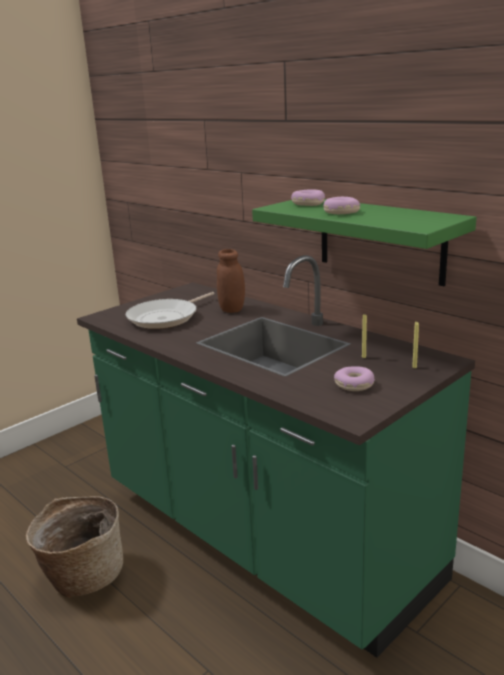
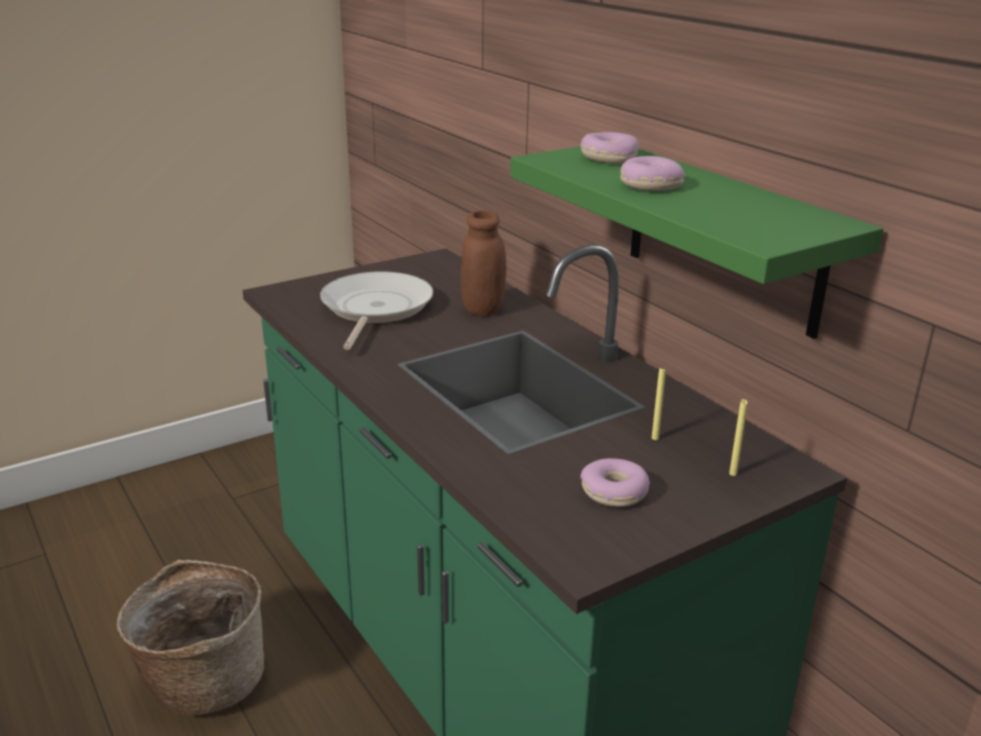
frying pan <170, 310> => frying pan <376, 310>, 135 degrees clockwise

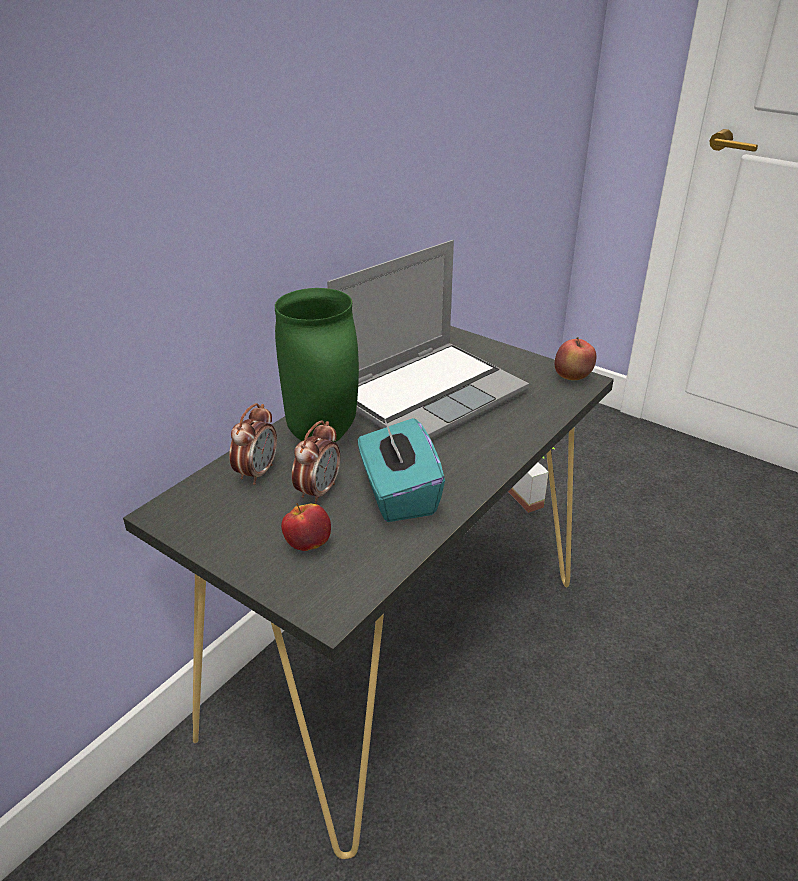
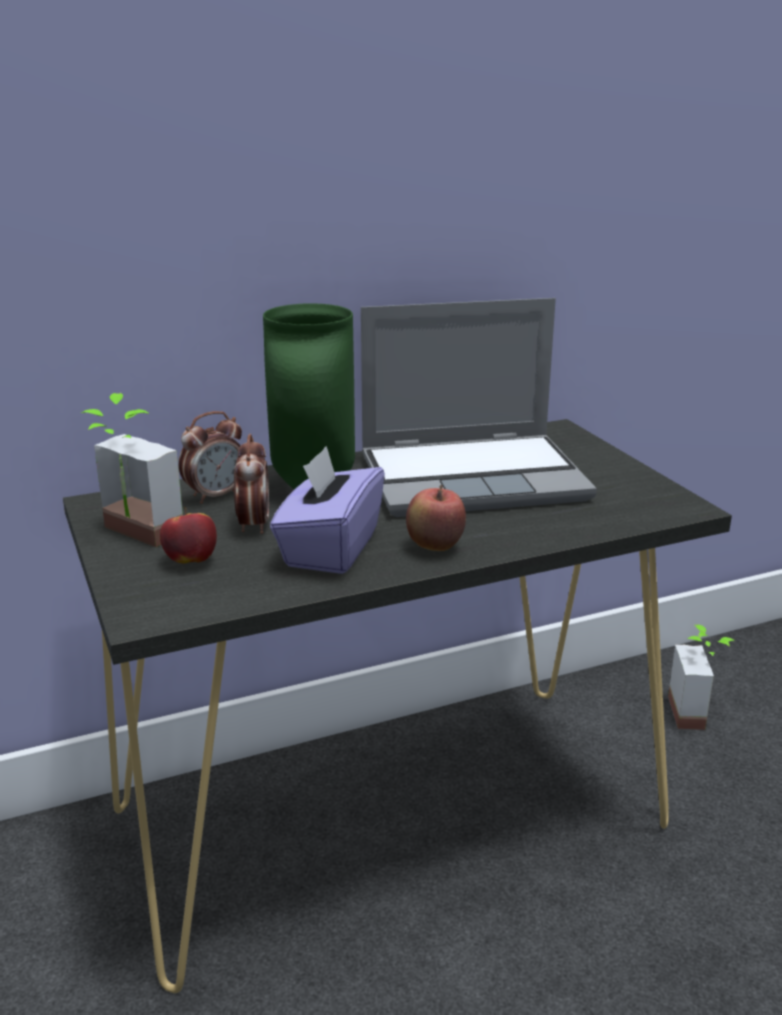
alarm clock <316, 462> => alarm clock <251, 484>, 60 degrees counterclockwise
turquoise tissue box <401, 469> => purple tissue box <327, 510>
apple <575, 358> => apple <436, 518>, relocated
nothing => potted plant <132, 470>

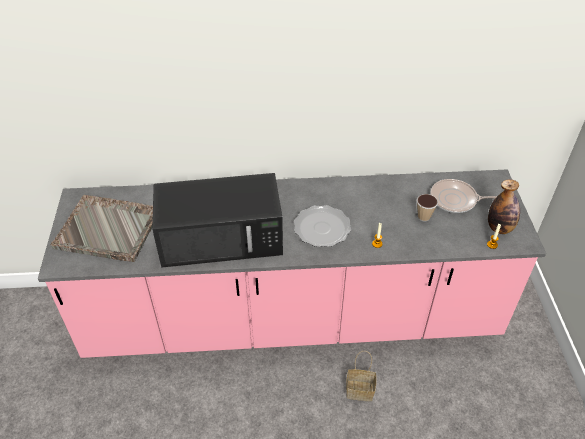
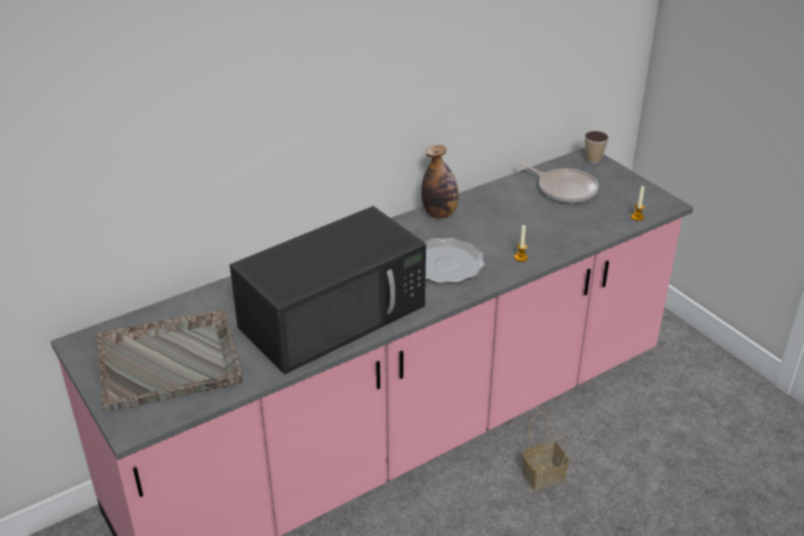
cup <427, 208> => cup <596, 147>, relocated
frying pan <463, 196> => frying pan <558, 182>, 120 degrees counterclockwise
bottle <504, 206> => bottle <440, 181>, relocated

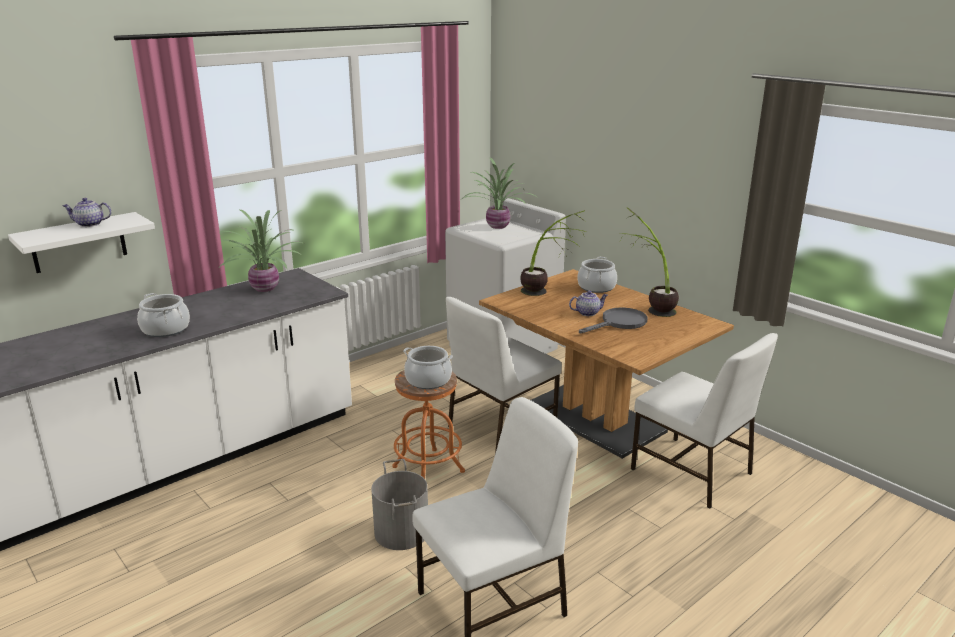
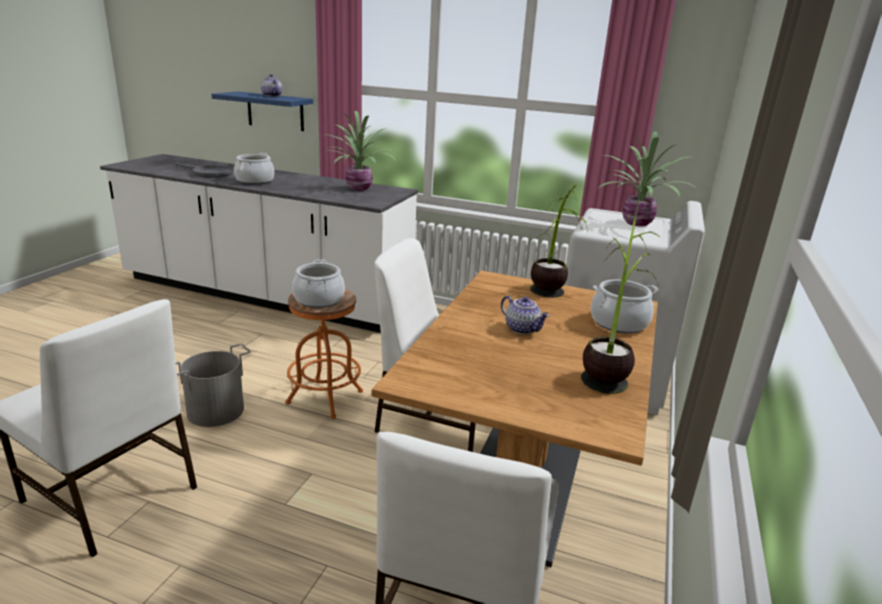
white shelf <81, 242> => blue shelf <262, 111>
grey frying pan <613, 320> => grey frying pan <204, 170>, relocated

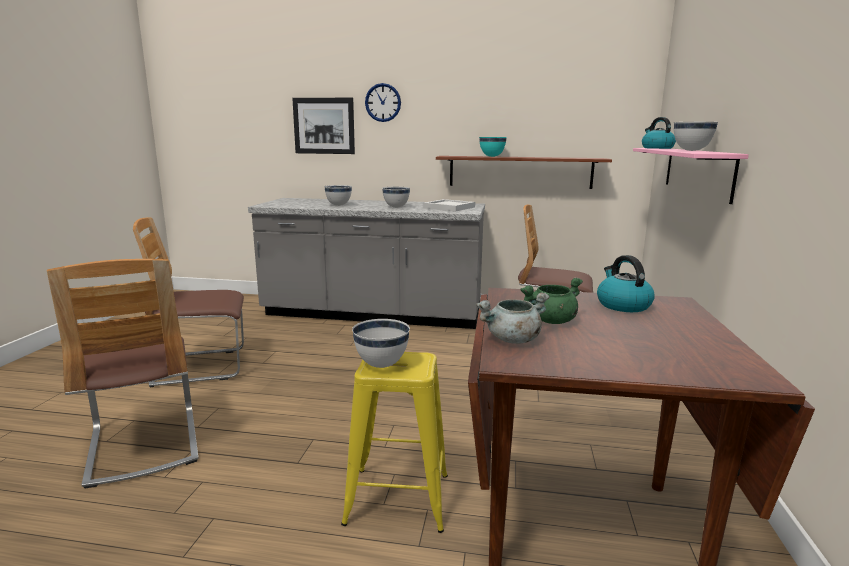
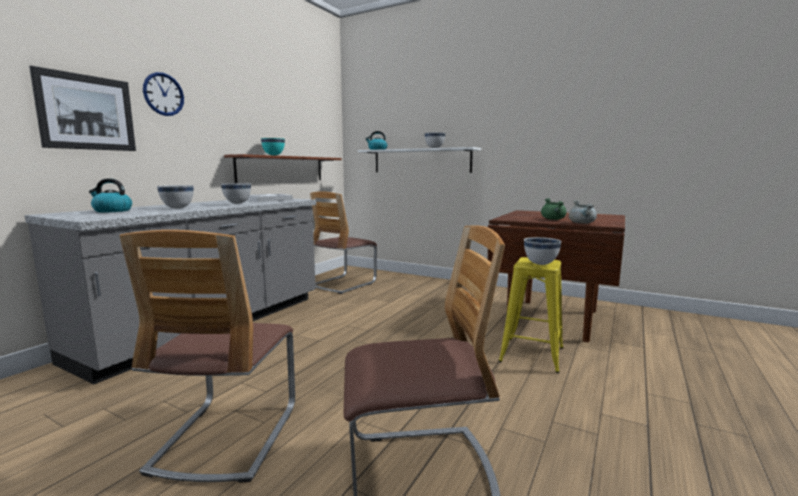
kettle <626, 283> => kettle <110, 195>, relocated
pink shelf <691, 176> => white shelf <419, 160>

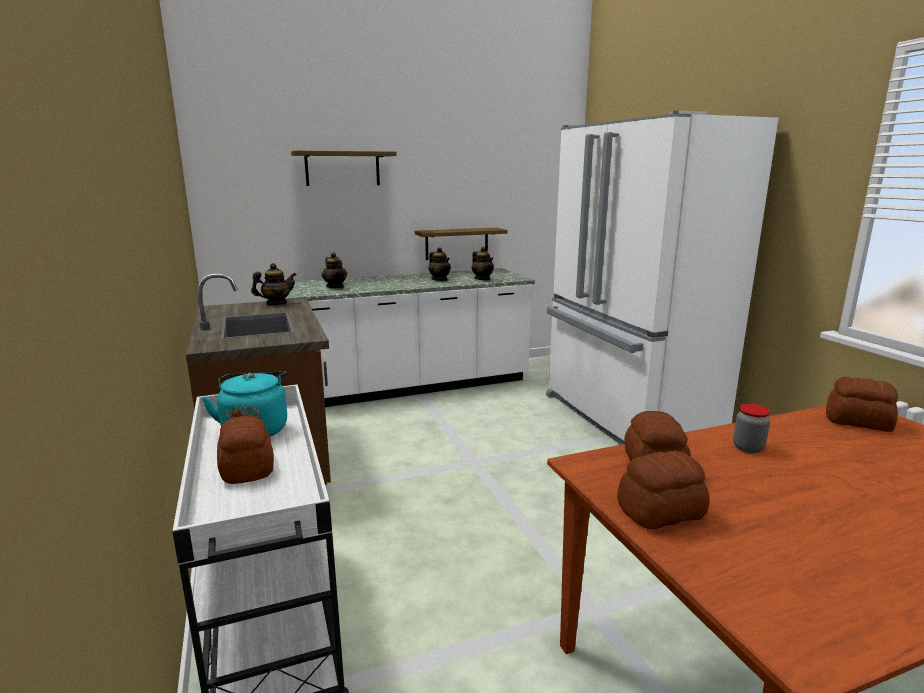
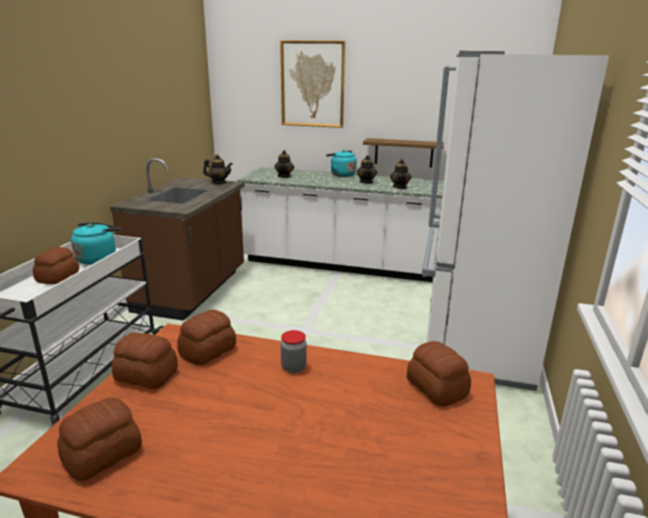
shelf <344, 168> => picture <312, 84>
nothing => bread <99, 439>
nothing => turquoise kettle <341, 163>

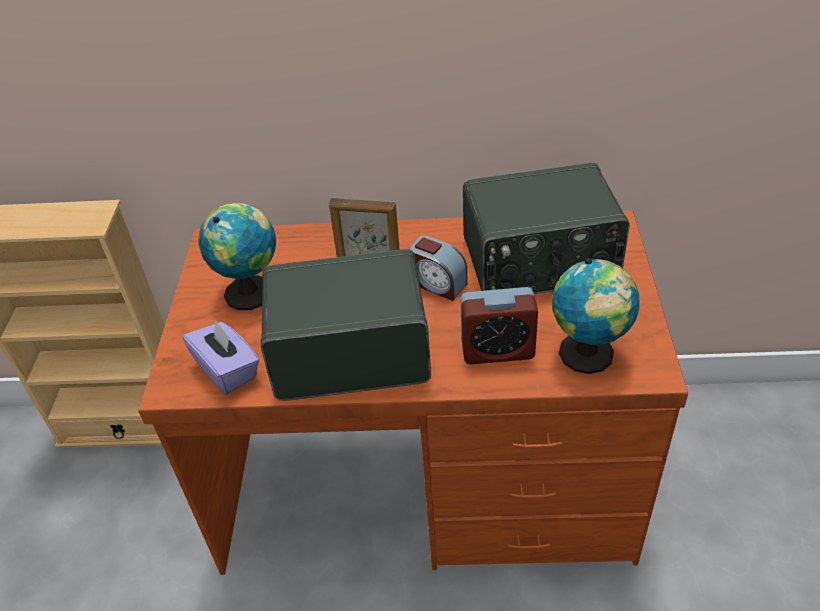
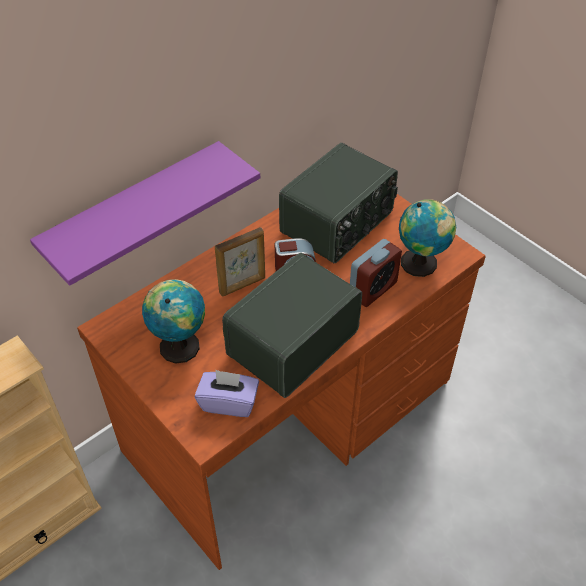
nothing => purple shelf <145, 213>

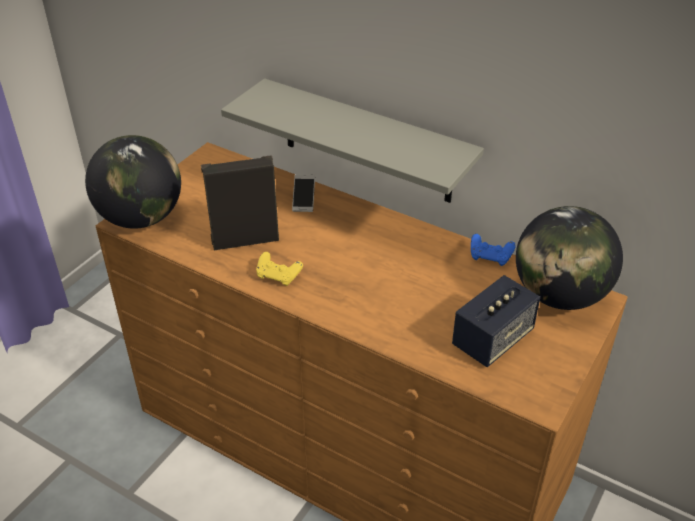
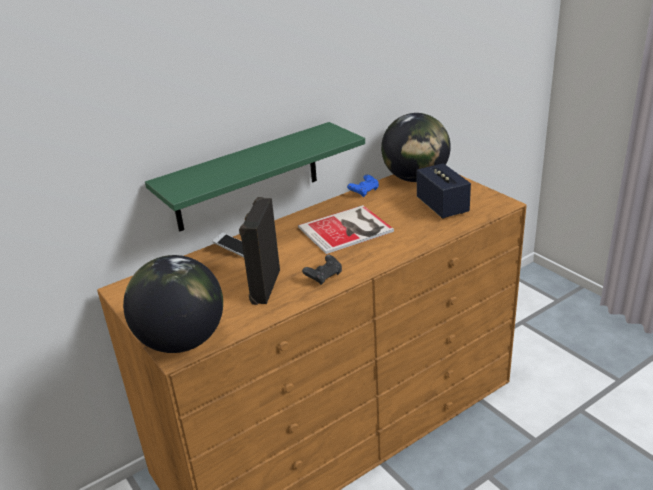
grey shelf <352, 140> => green shelf <255, 176>
yellow game controller <279, 269> => black game controller <322, 270>
nothing => book <346, 229>

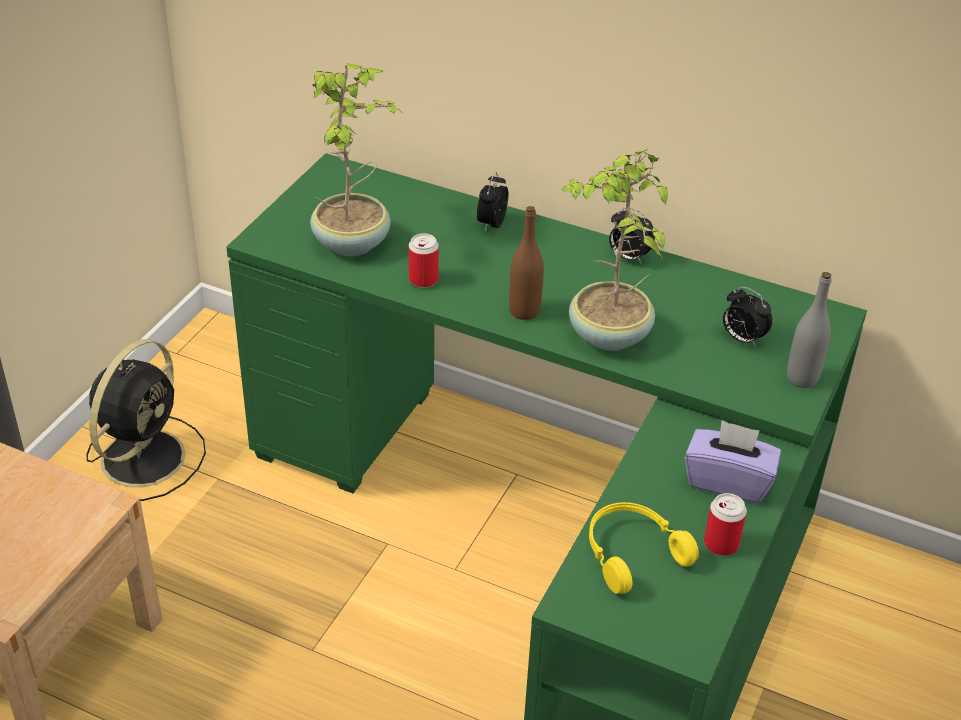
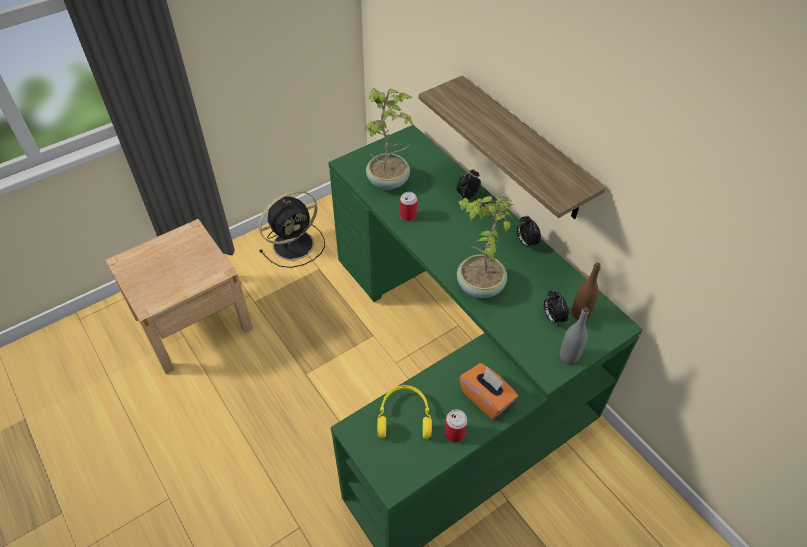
brown bottle <526, 263> => brown bottle <586, 291>, relocated
purple tissue box <733, 461> => orange tissue box <488, 391>
nothing => shelf <512, 147>

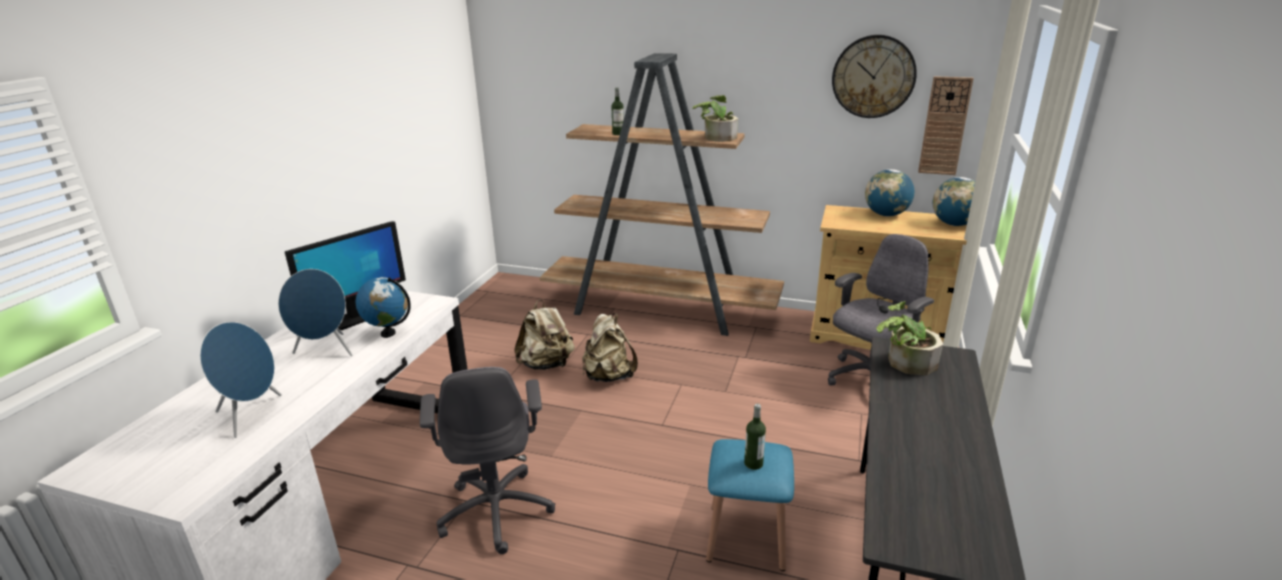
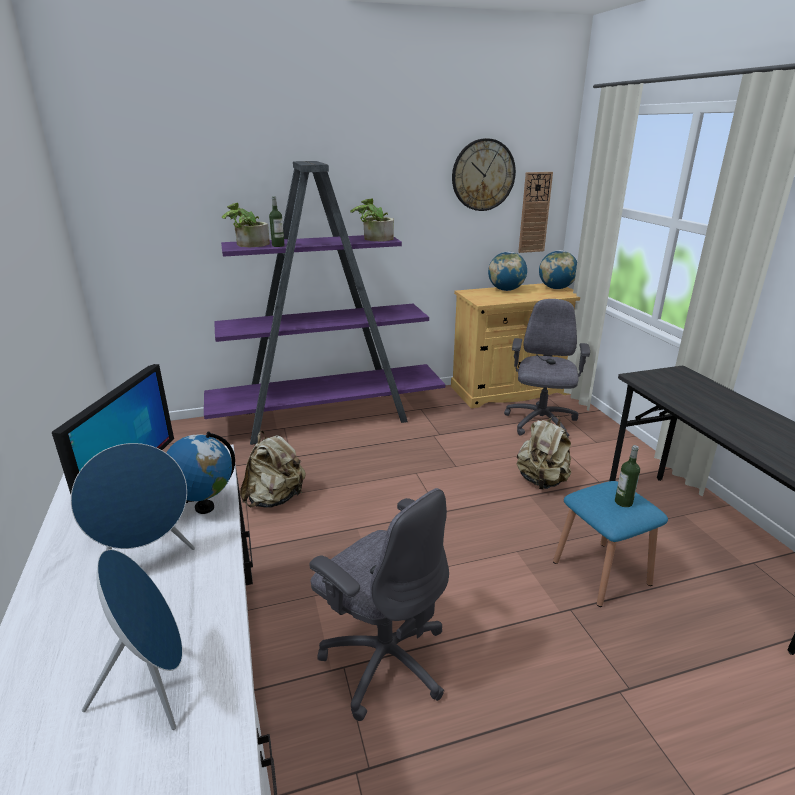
brown bookcase <662, 194> => purple bookcase <324, 303>
beige backpack <610, 347> => beige backpack <544, 453>, relocated
potted plant <909, 338> => potted plant <246, 225>, relocated

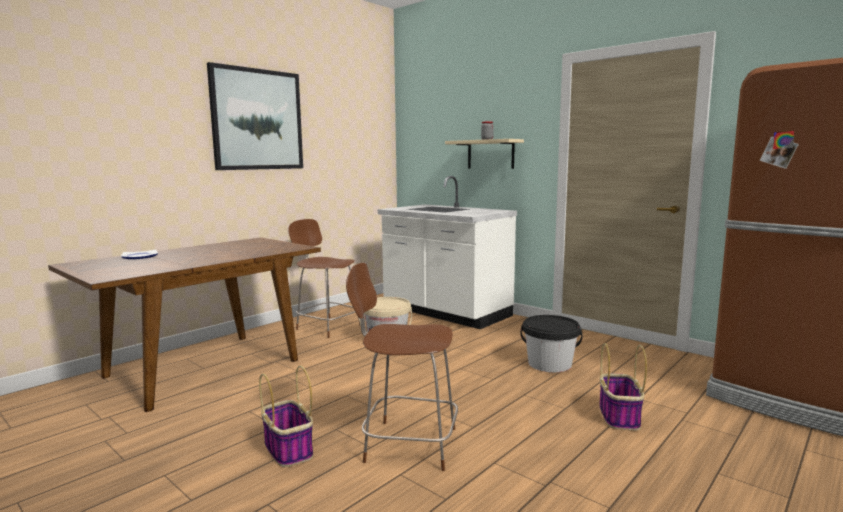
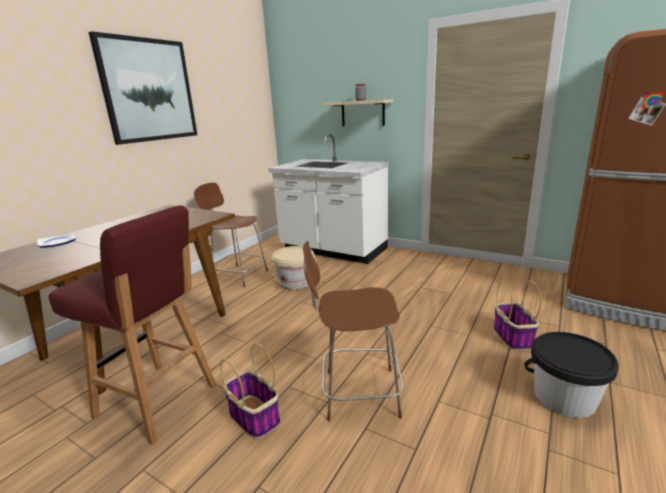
black bucket <551, 344> => black bucket <572, 375>, relocated
nothing => red stool <132, 325>

